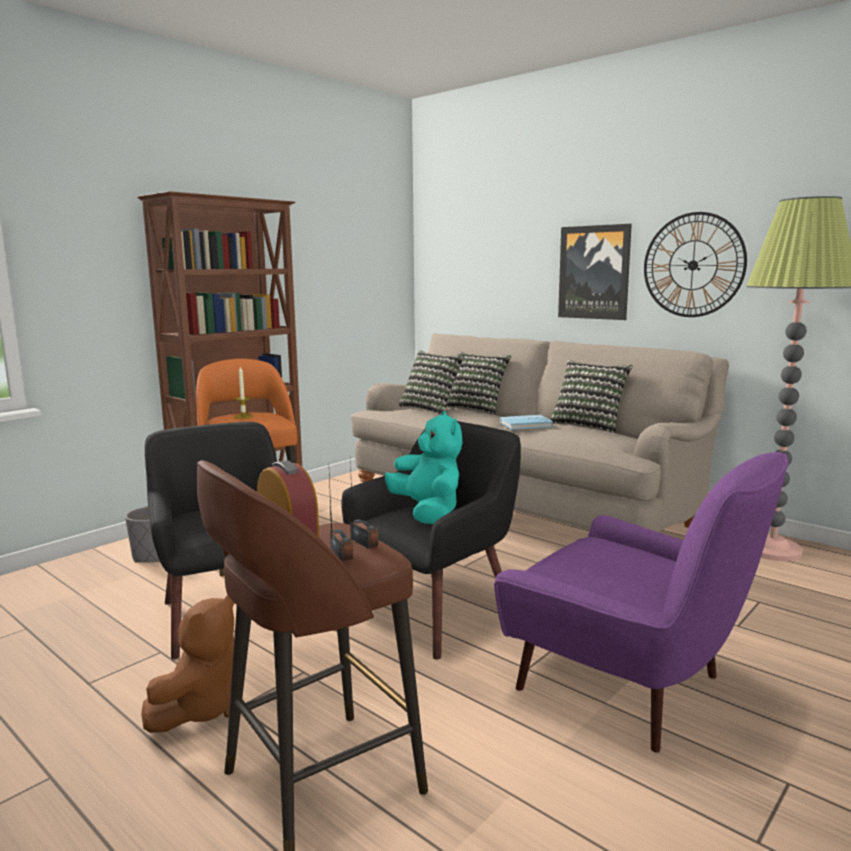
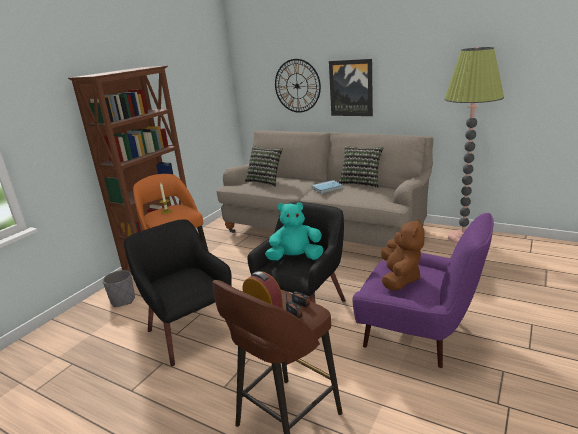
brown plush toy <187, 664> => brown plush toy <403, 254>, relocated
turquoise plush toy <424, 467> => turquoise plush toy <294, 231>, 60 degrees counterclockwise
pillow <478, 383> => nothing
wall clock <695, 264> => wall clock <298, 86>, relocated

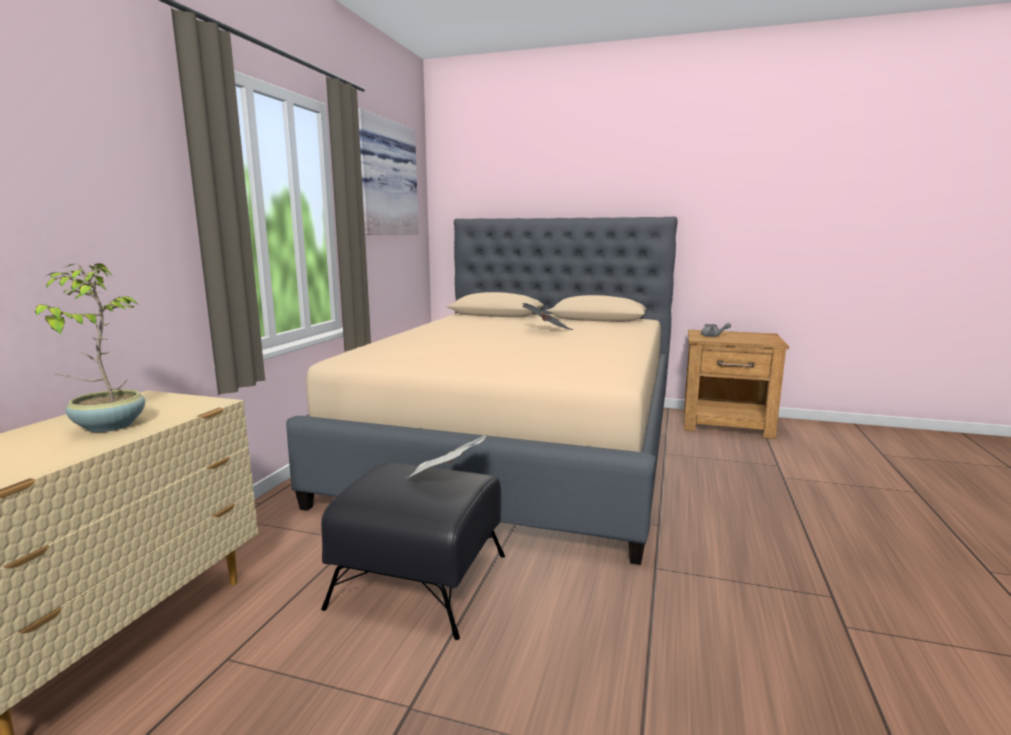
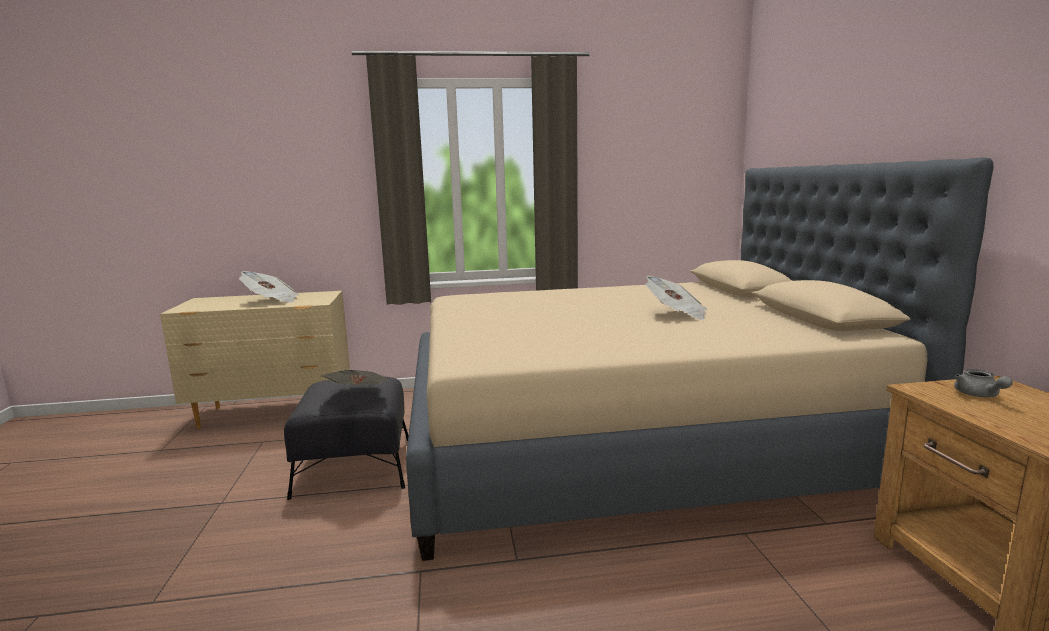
potted plant <90, 347> => newspaper <268, 287>
picture <388, 171> => nothing

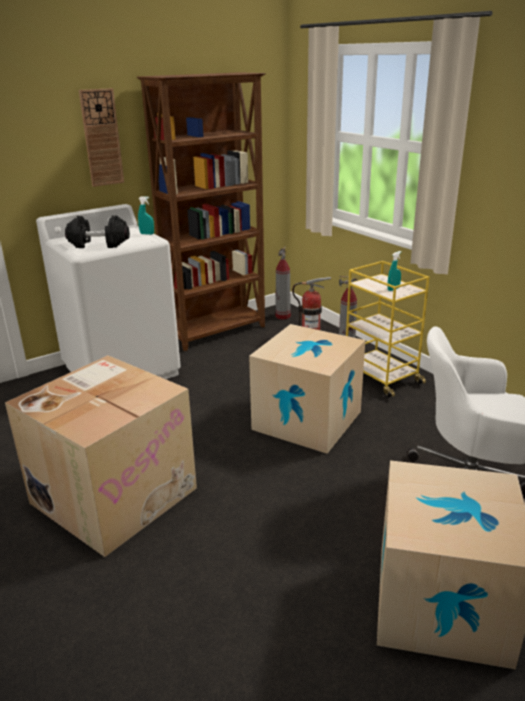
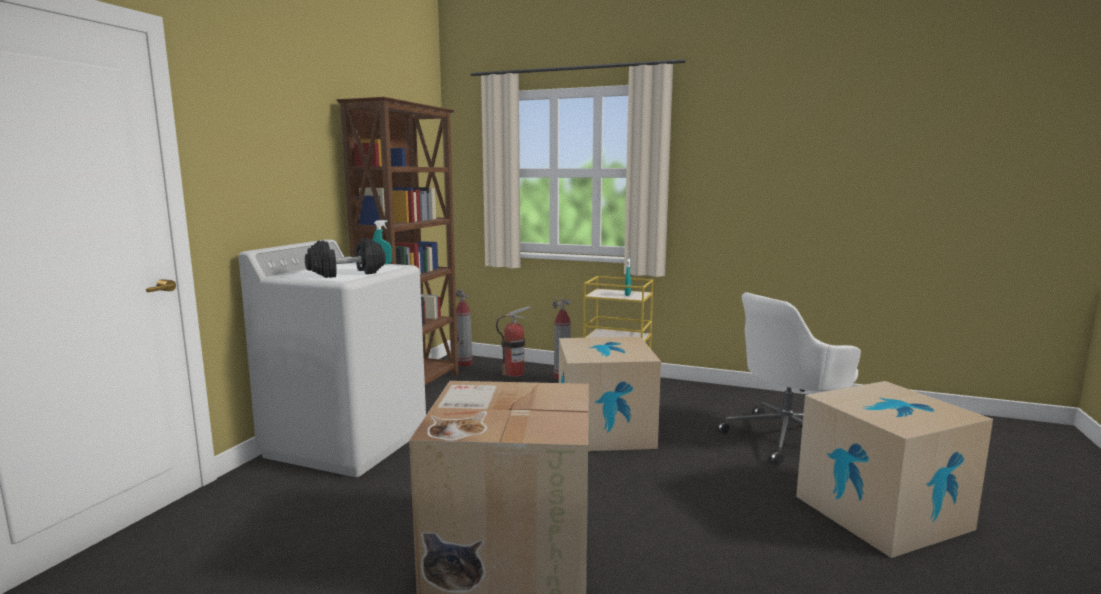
wall clock <101, 137> => nothing

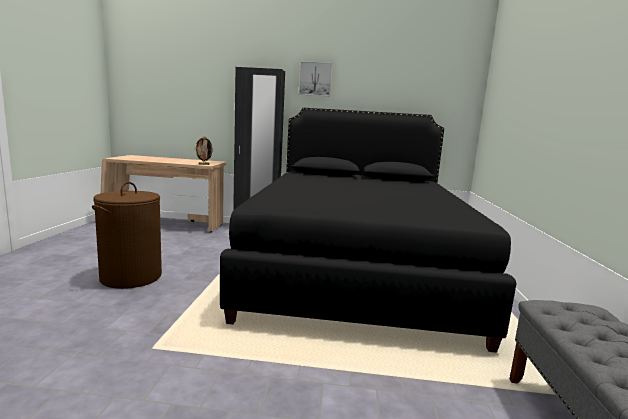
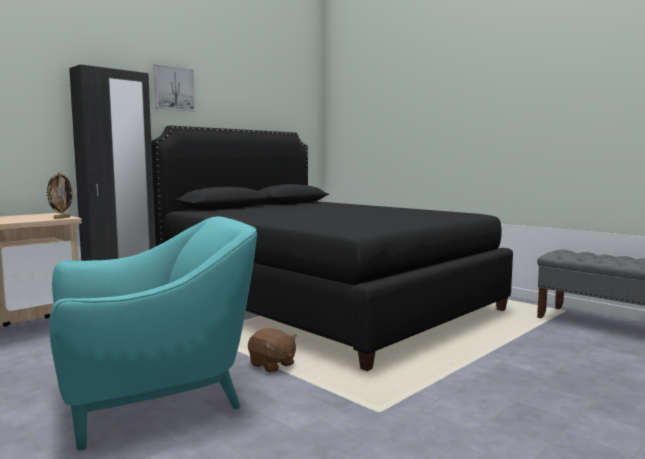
brown laundry basket <127, 235> => turquoise armchair <153, 333>
nothing => brown plush toy <272, 350>

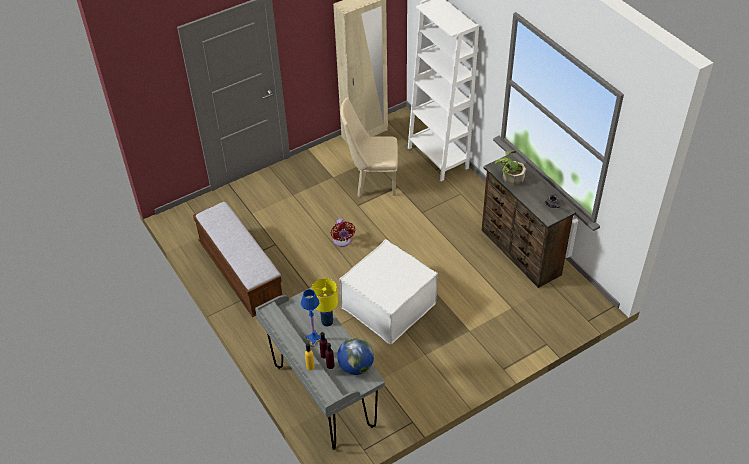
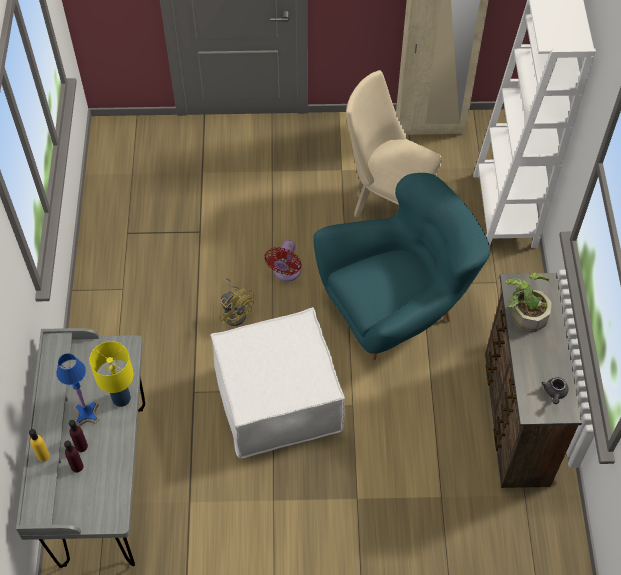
bench <237, 259> => nothing
globe <355, 356> => nothing
nothing => yellow fan <236, 302>
nothing => turquoise armchair <401, 266>

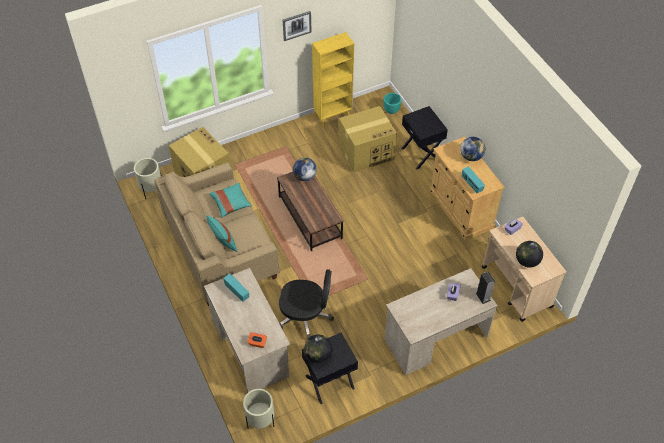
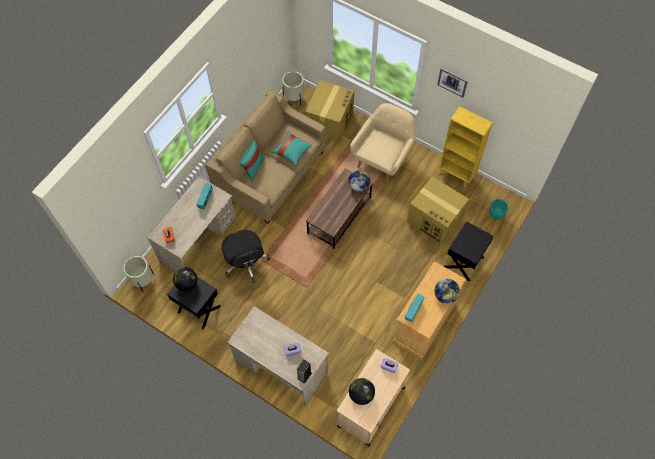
nothing => beige armchair <382, 142>

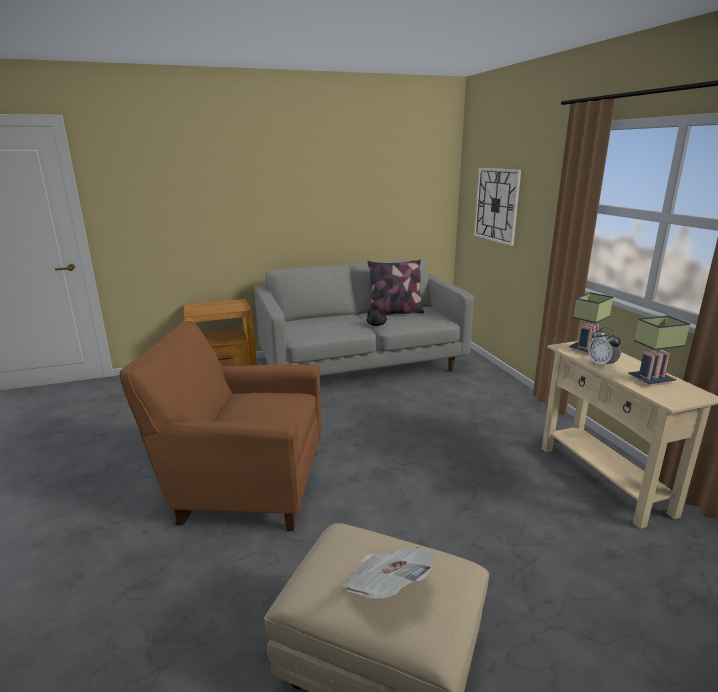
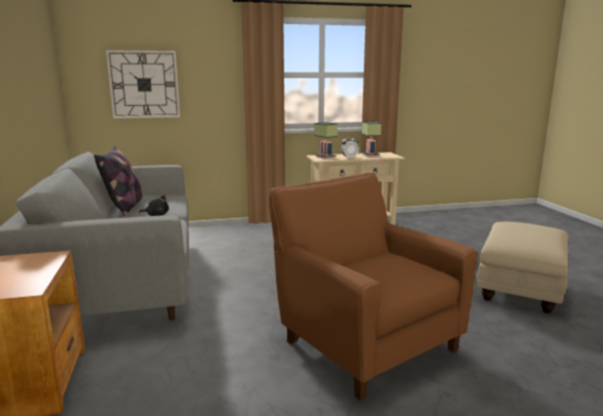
brown armchair <221, 426> => brown armchair <373, 286>, 135 degrees clockwise
newspaper <389, 573> => nothing

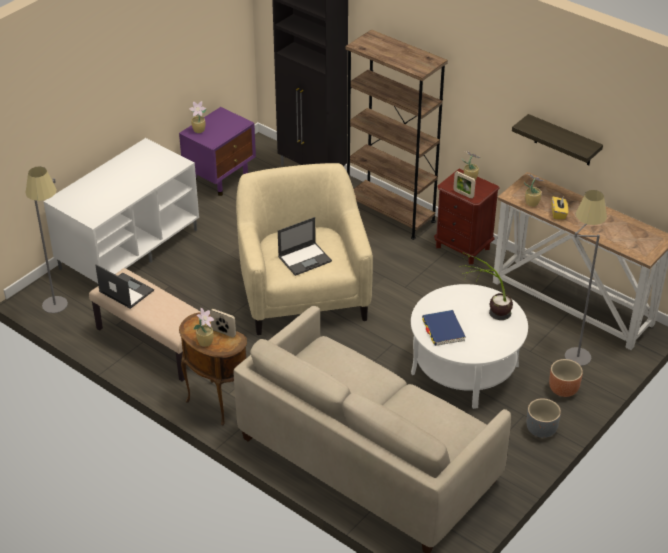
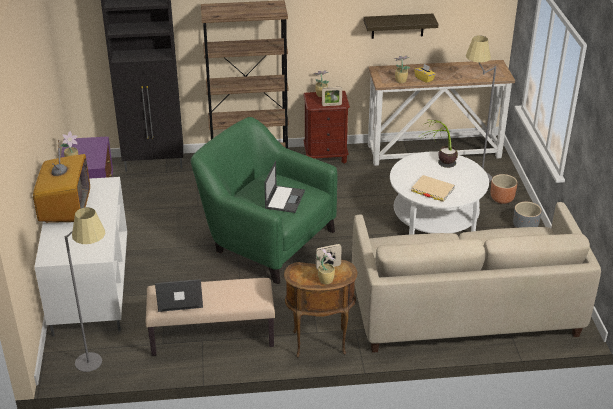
beige armchair <304, 249> => green armchair <264, 200>
blue book <444, 328> => beige book <433, 188>
nothing => television <61, 181>

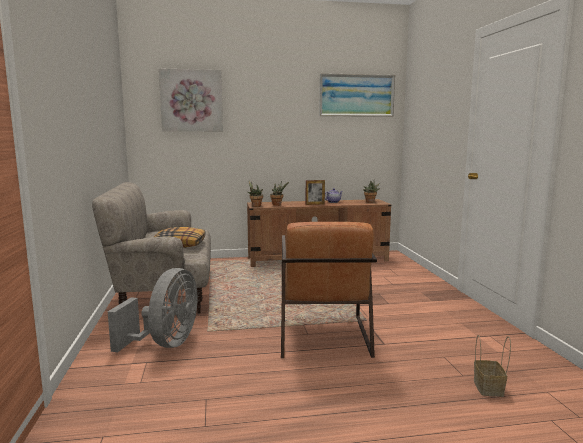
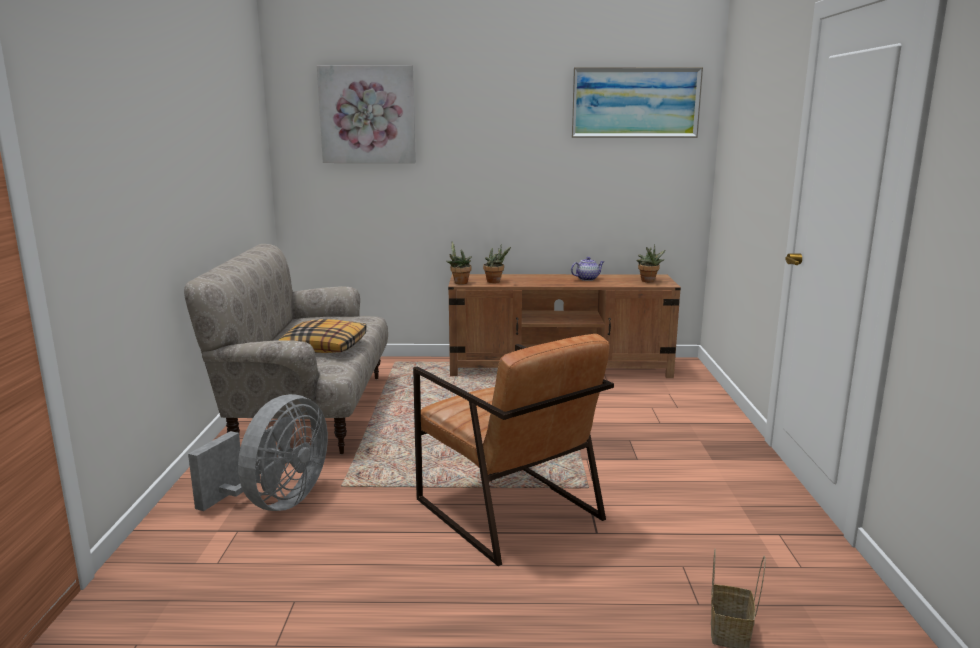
brown armchair <329, 290> => brown armchair <513, 450>, 45 degrees counterclockwise
picture frame <315, 192> => nothing

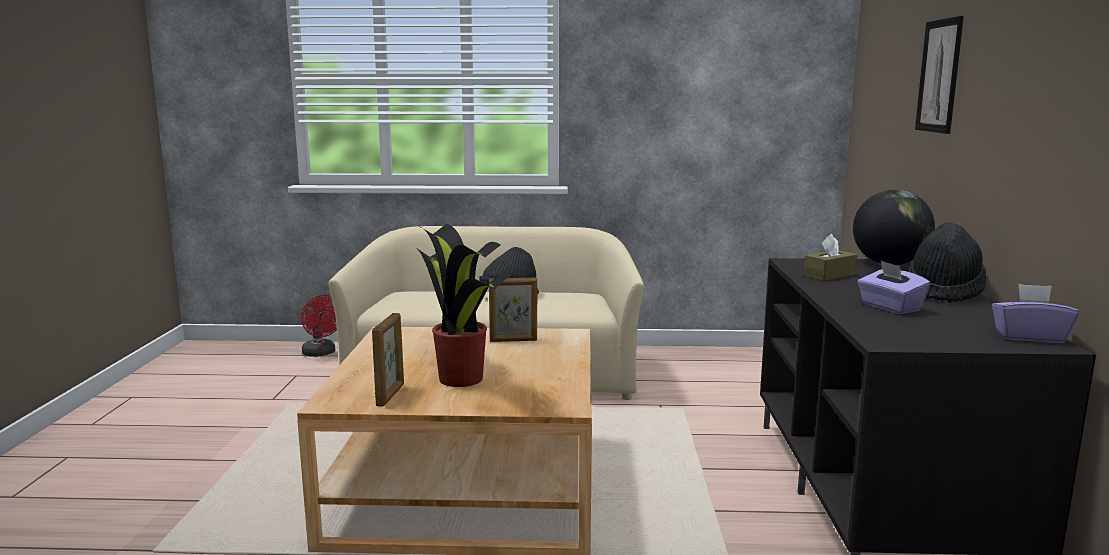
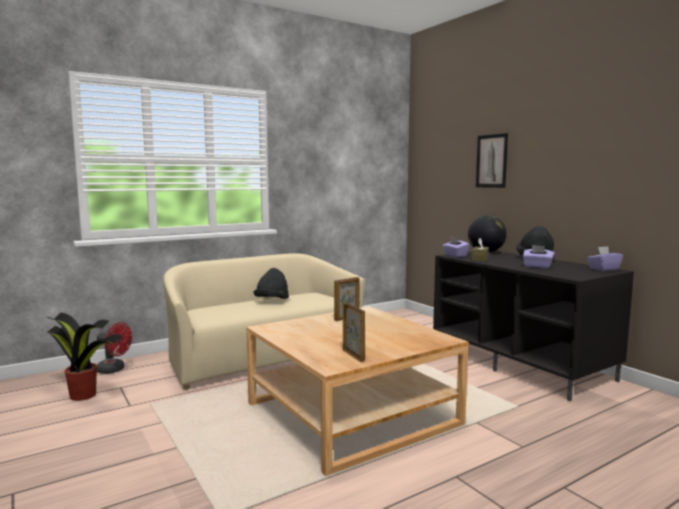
potted plant <464, 305> => potted plant <82, 357>, relocated
nothing => purple tissue box <455, 247>

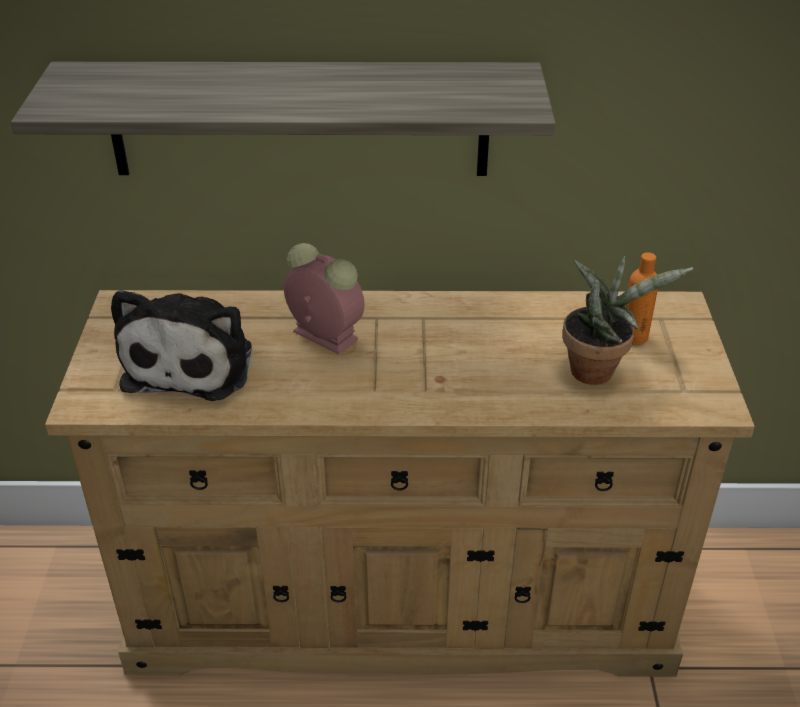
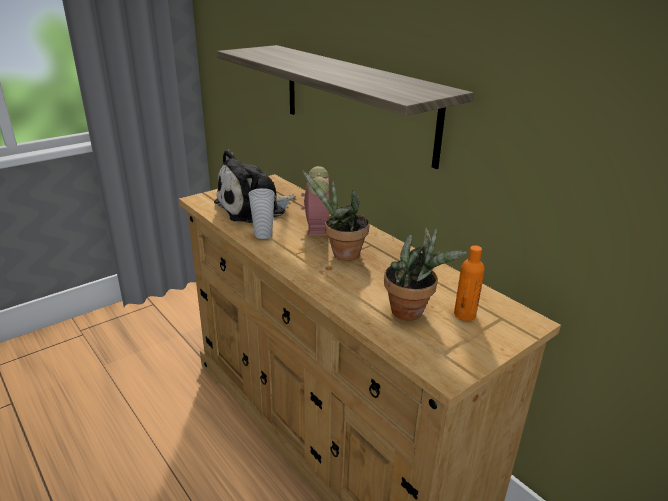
nothing => cup <262, 213>
nothing => potted plant <335, 215>

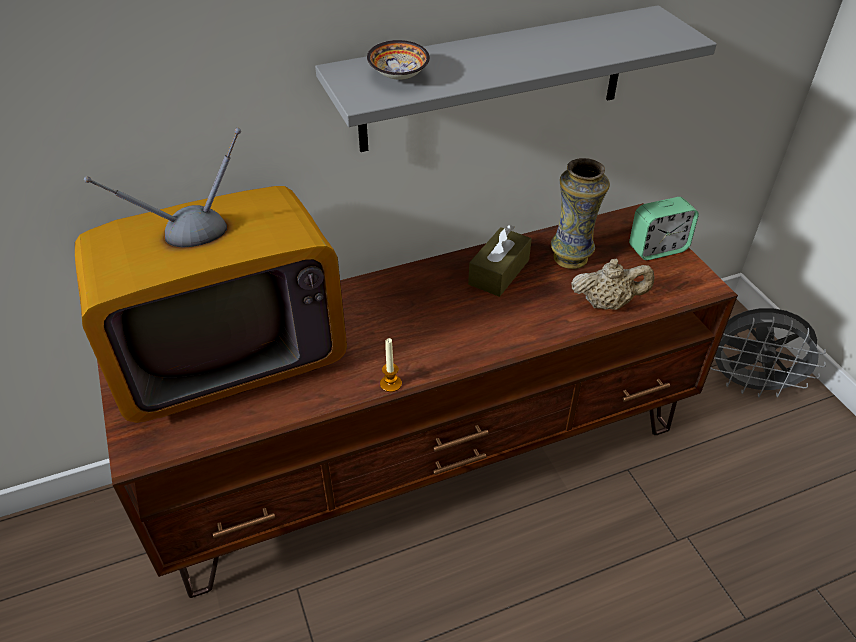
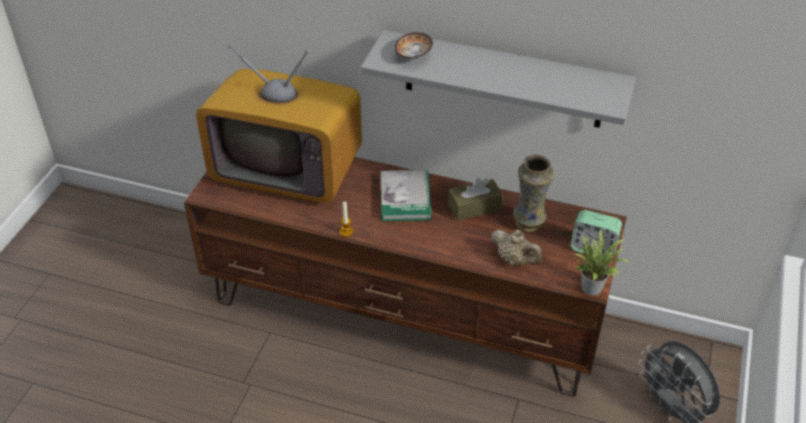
nothing => book <406, 195>
nothing => potted plant <603, 261>

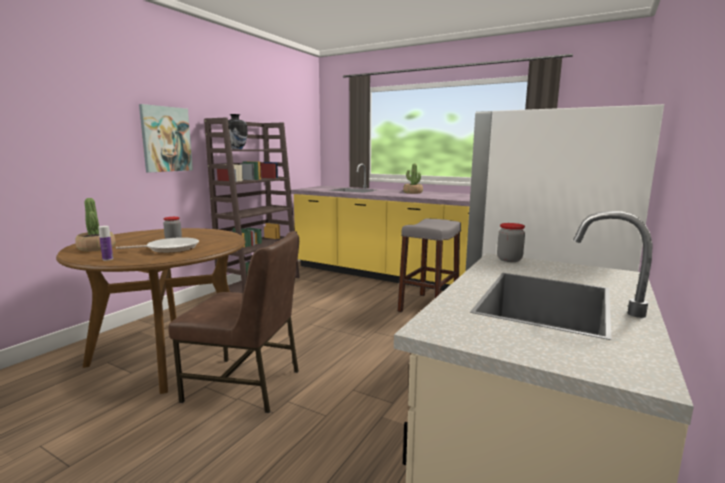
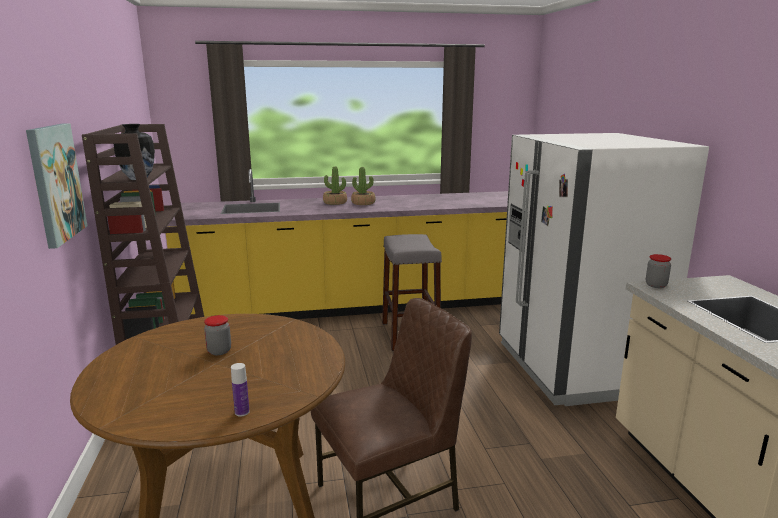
potted plant <95, 224> => potted plant <363, 186>, relocated
frying pan <157, 245> => nothing

